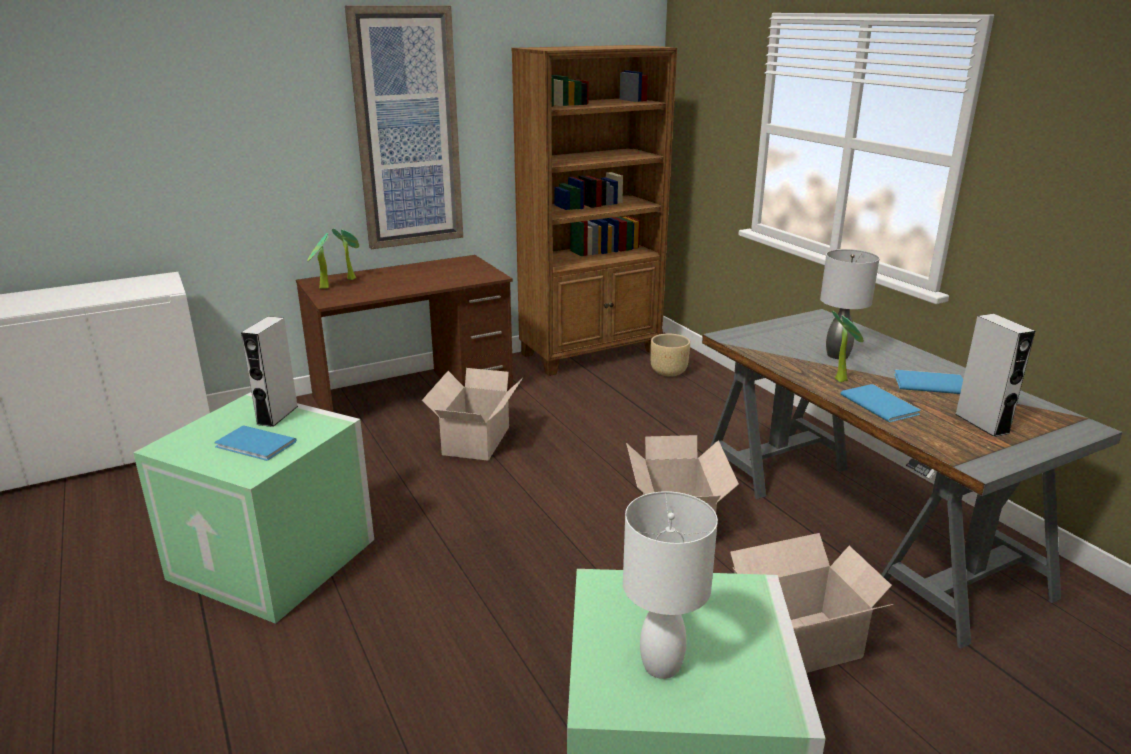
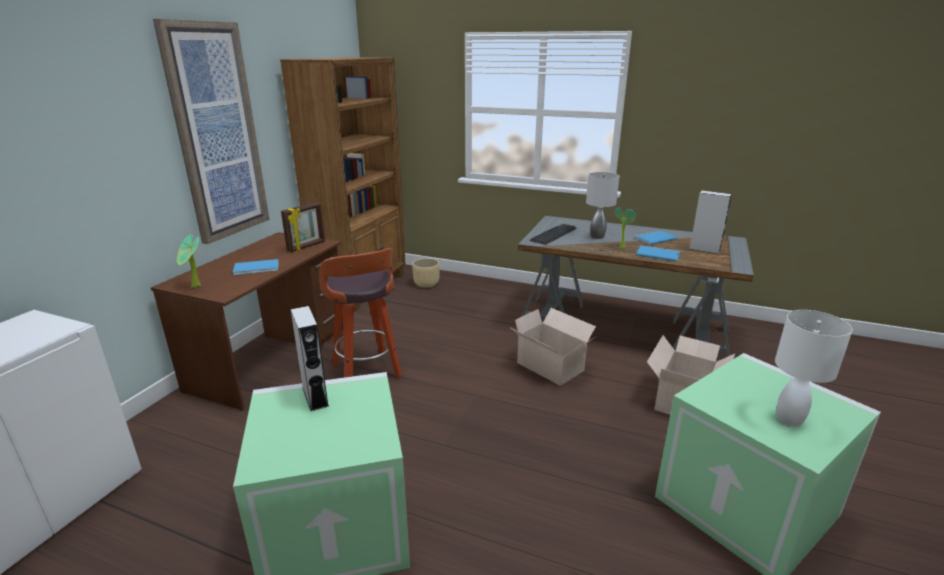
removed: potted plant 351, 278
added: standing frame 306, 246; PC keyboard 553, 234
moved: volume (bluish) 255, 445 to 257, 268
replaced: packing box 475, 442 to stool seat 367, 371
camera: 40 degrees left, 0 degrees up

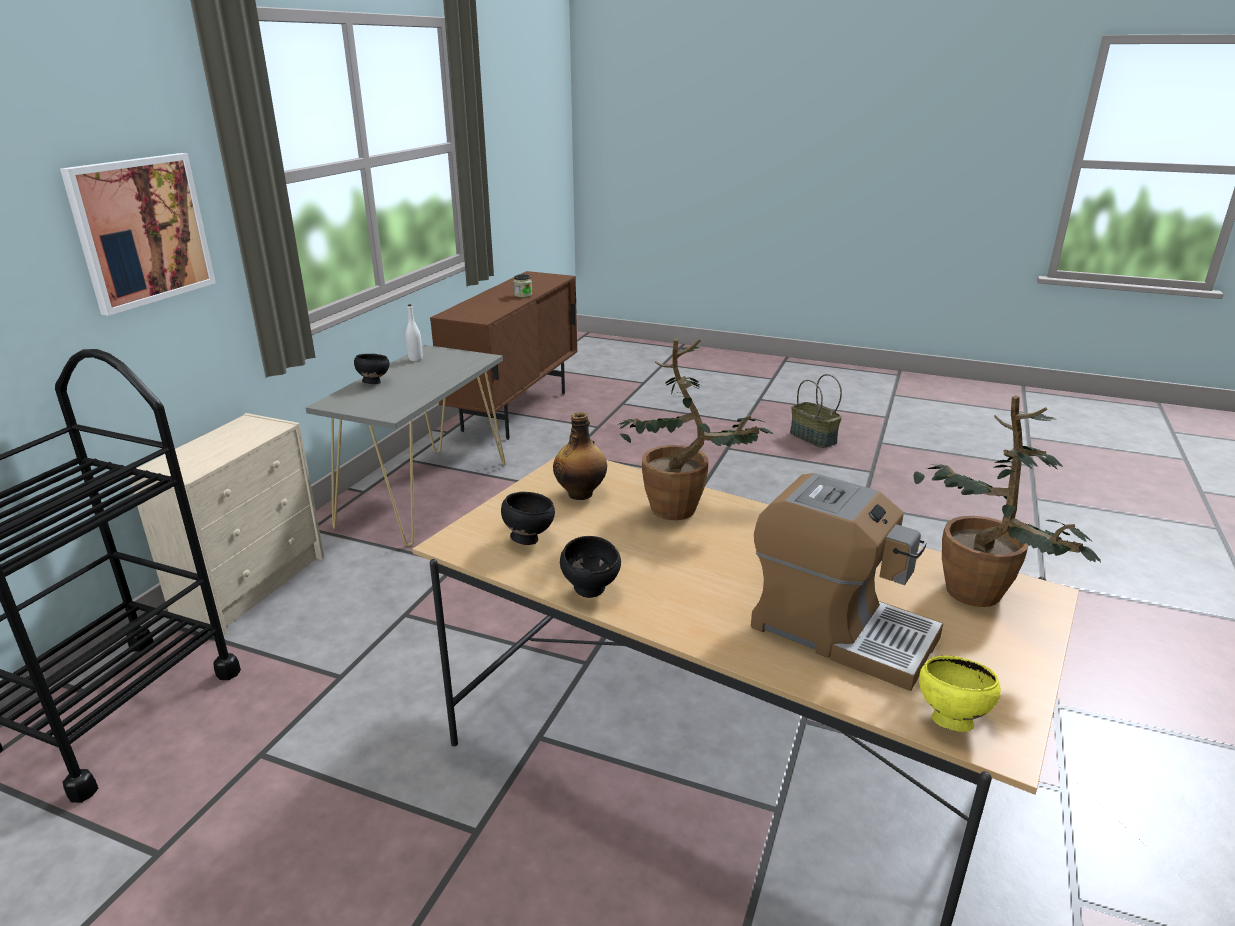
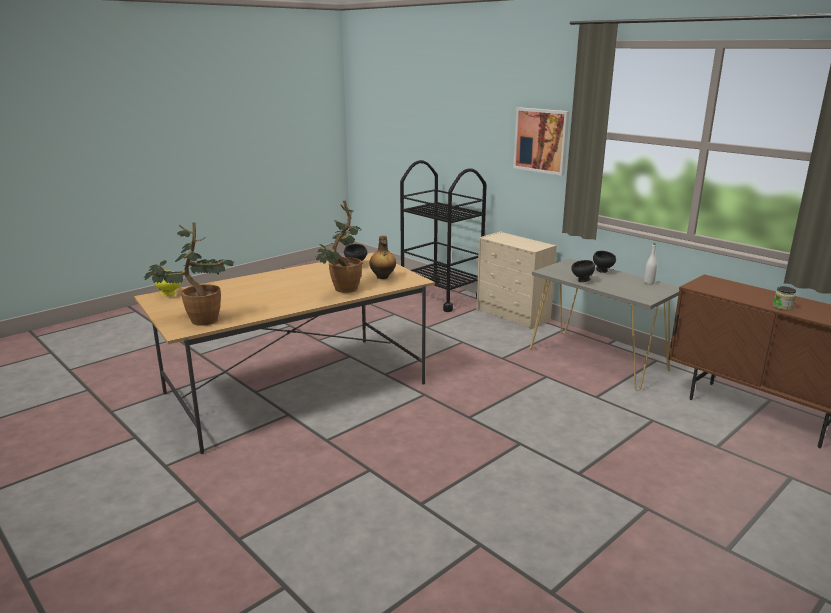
removed: coffee maker 839, 631; household basket 812, 438
moved: bowl (blackish) 591, 591 to 582, 281
camera: 115 degrees right, 5 degrees down

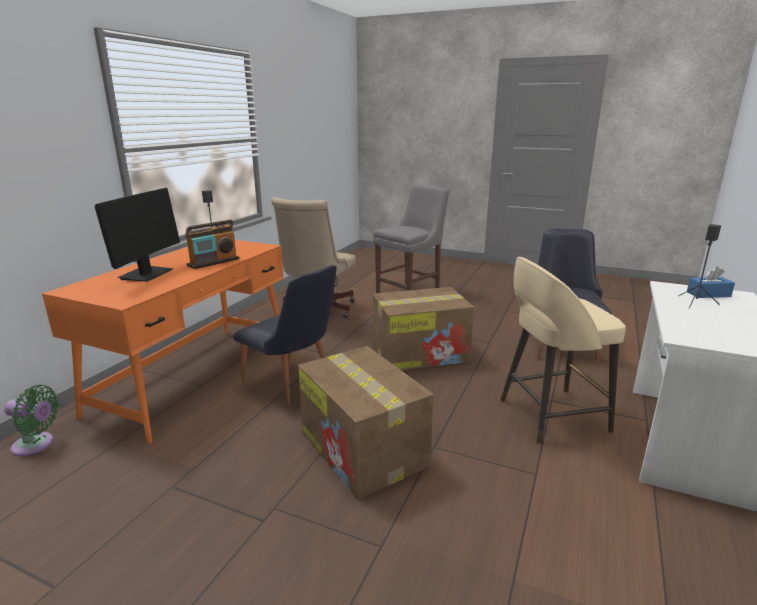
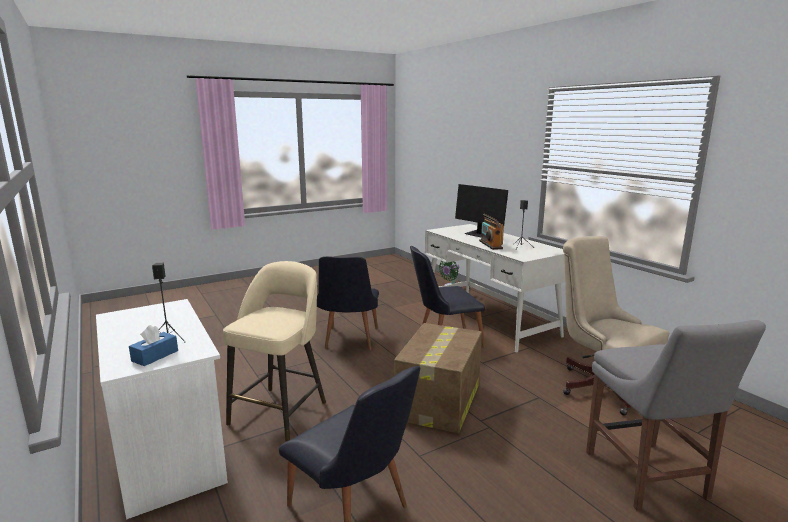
replaced: packing box 364, 450 to upright chair (blackish) 349, 341
recoloured: desk table (orange) 196, 376 to desk table (whitish) 488, 318
camera: 125 degrees right, 5 degrees down

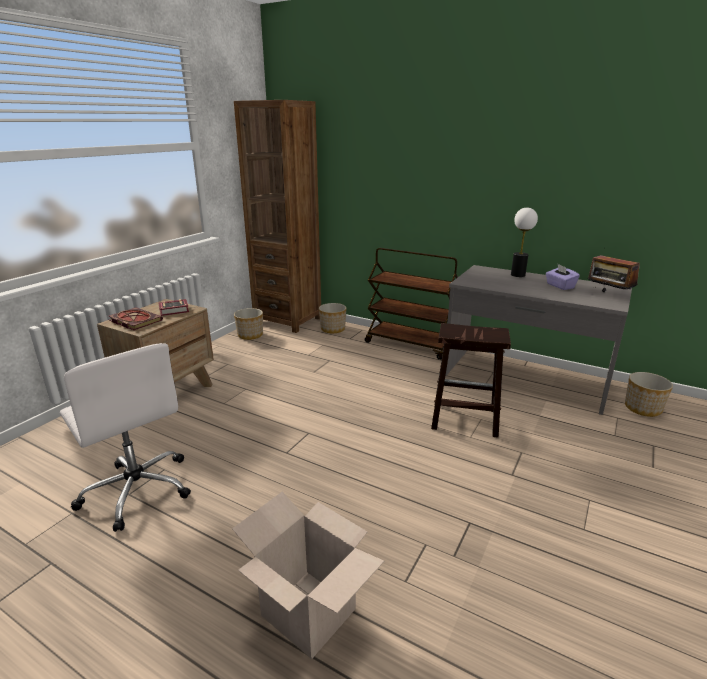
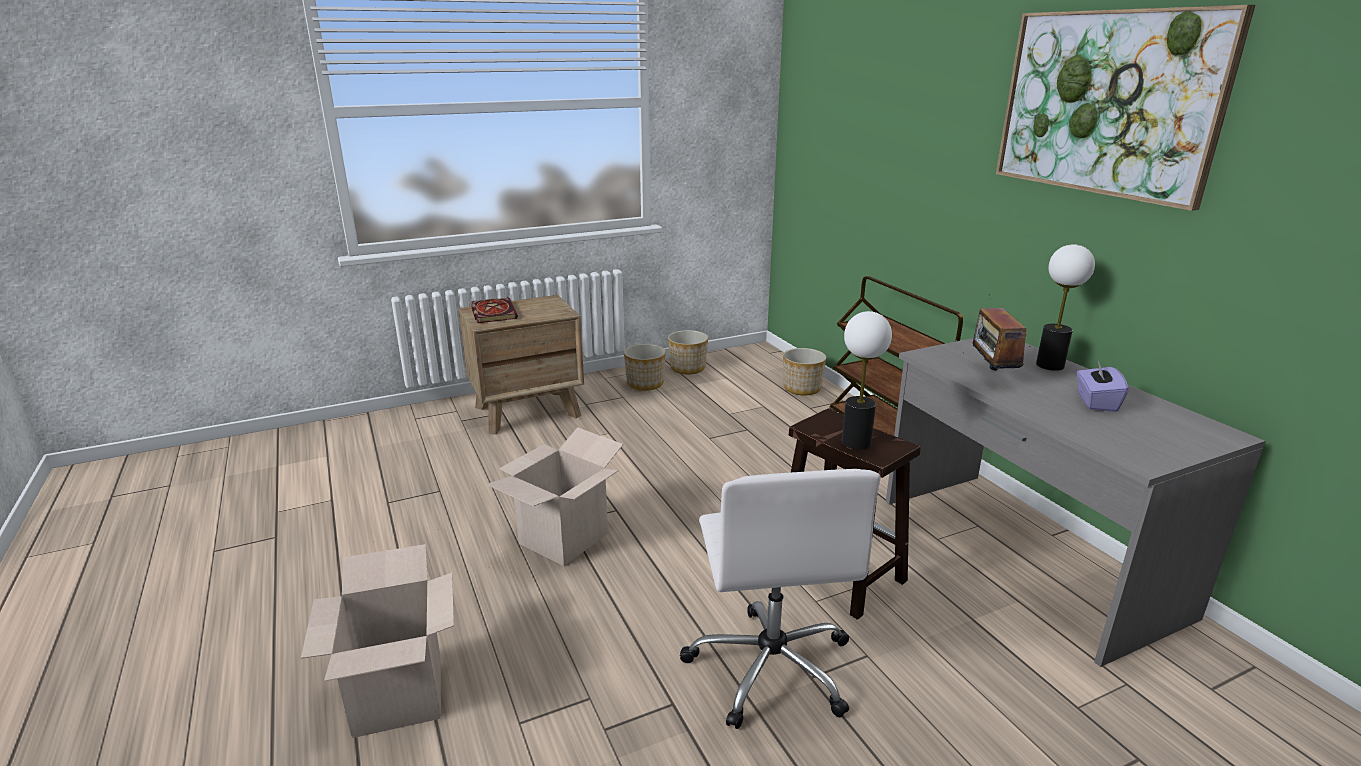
removed: volume 175, 310; shelving unit (brown-coloured) 288, 320
added: packing box 563, 539; lamp for a table 855, 442; wall picture 1107, 103
moved: planter 642, 408 to 645, 384; office chair (whitish) 137, 489 to 770, 666; radio receiver 608, 295 to 991, 375
camera: 35 degrees right, 0 degrees up

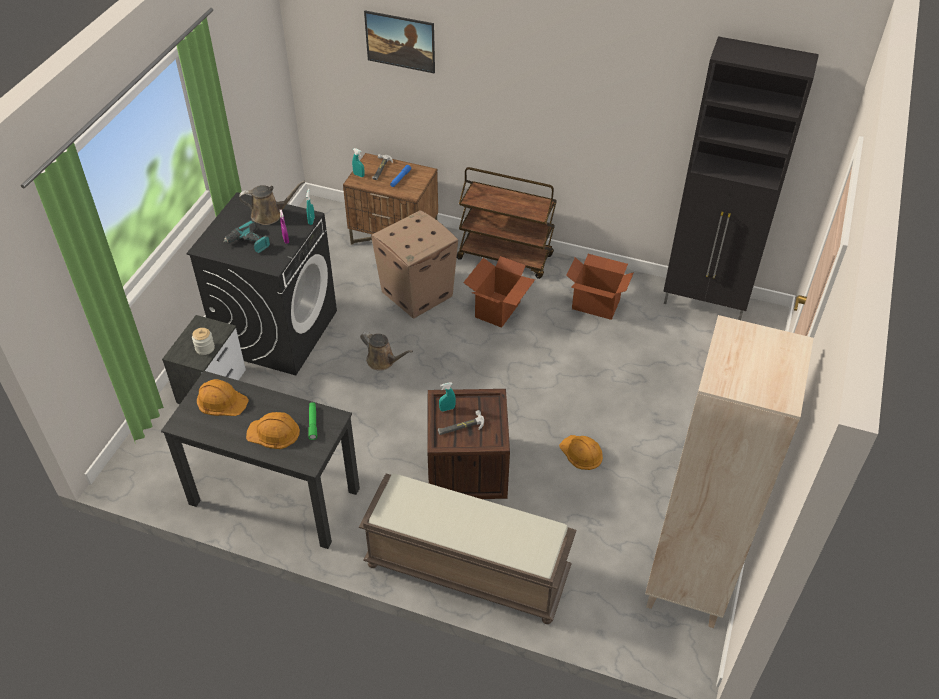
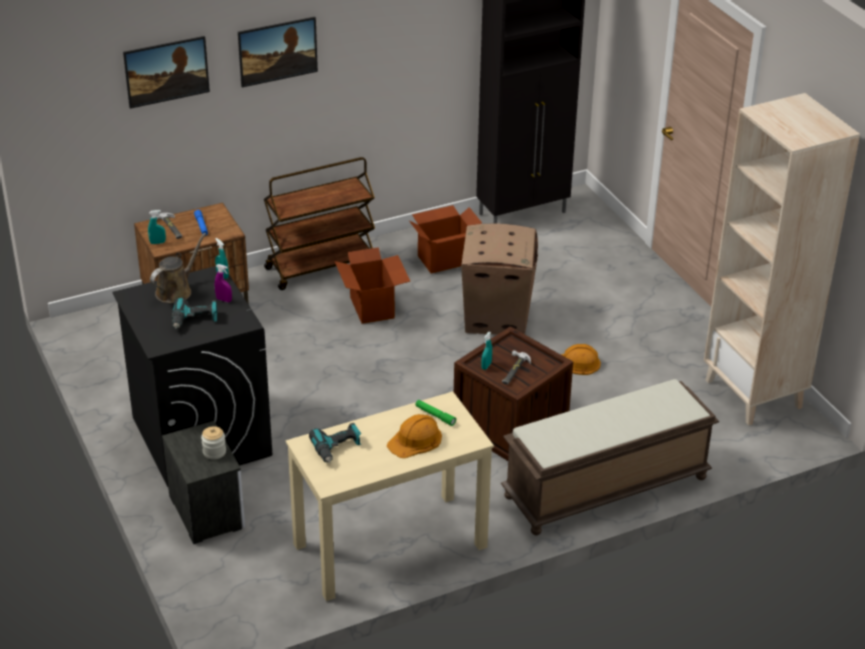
removed: watering can (brown-coloured) 383, 361
added: wall picture 278, 65
moved: packing box 418, 293 to 496, 316
replaced: safety helmet (orange) 221, 401 to drill 337, 448
recoloured: desk table (blackish) 274, 496 to desk table (beige-coloured) 389, 546
camera: 45 degrees left, 10 degrees down

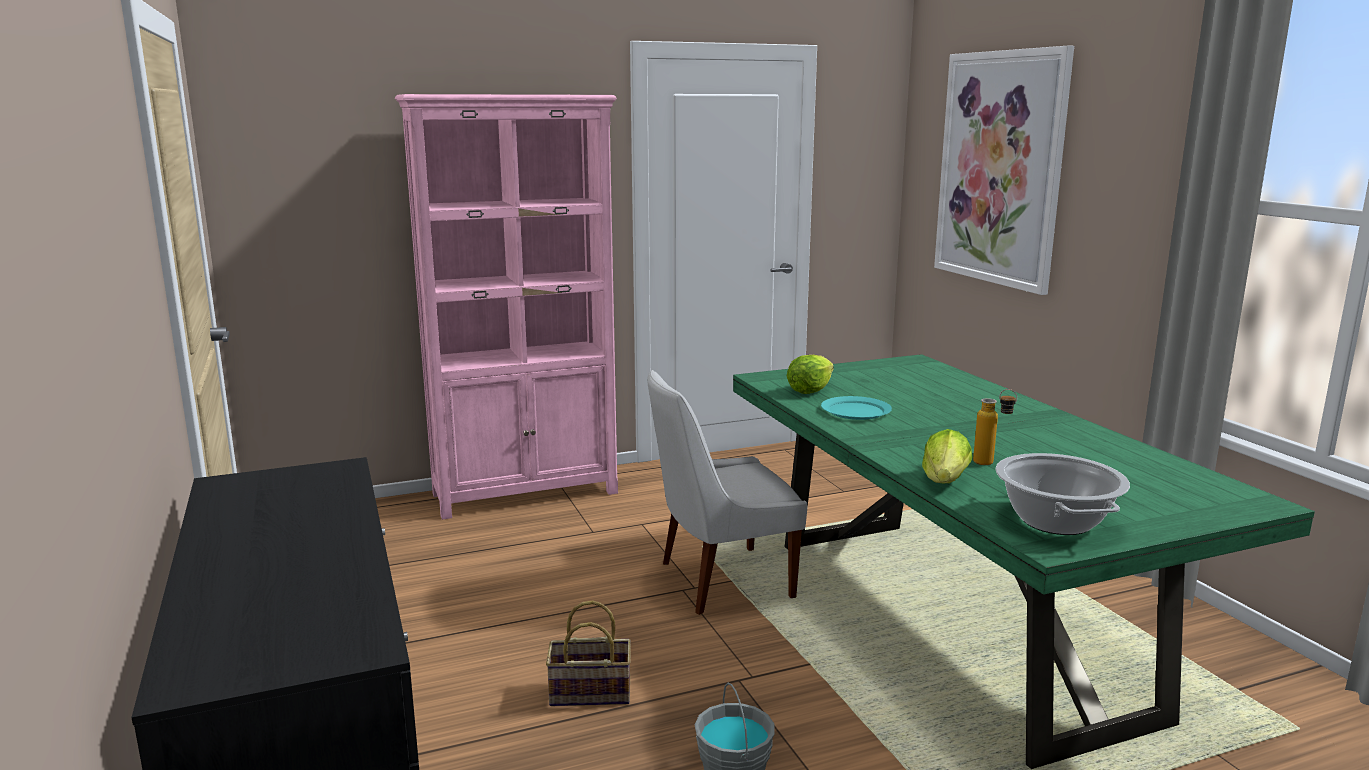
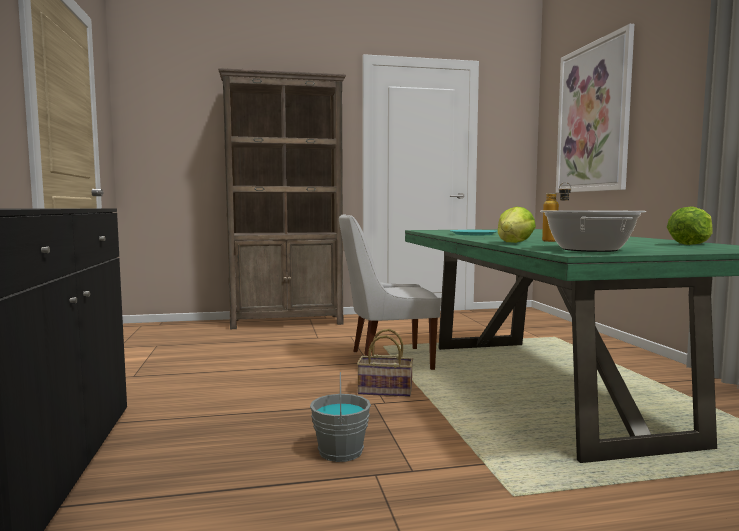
moved: household basket 588, 694 to 383, 391; head of lettuce 809, 390 to 690, 244
recoloured: shelving unit (pink-coloured) 526, 493 to shelving unit (brown-coloured) 287, 322
camera: 10 degrees right, 10 degrees down

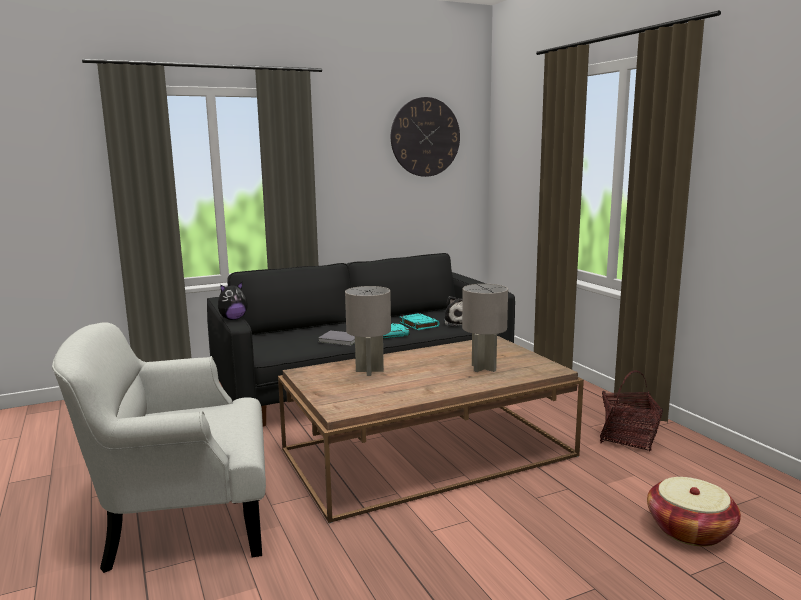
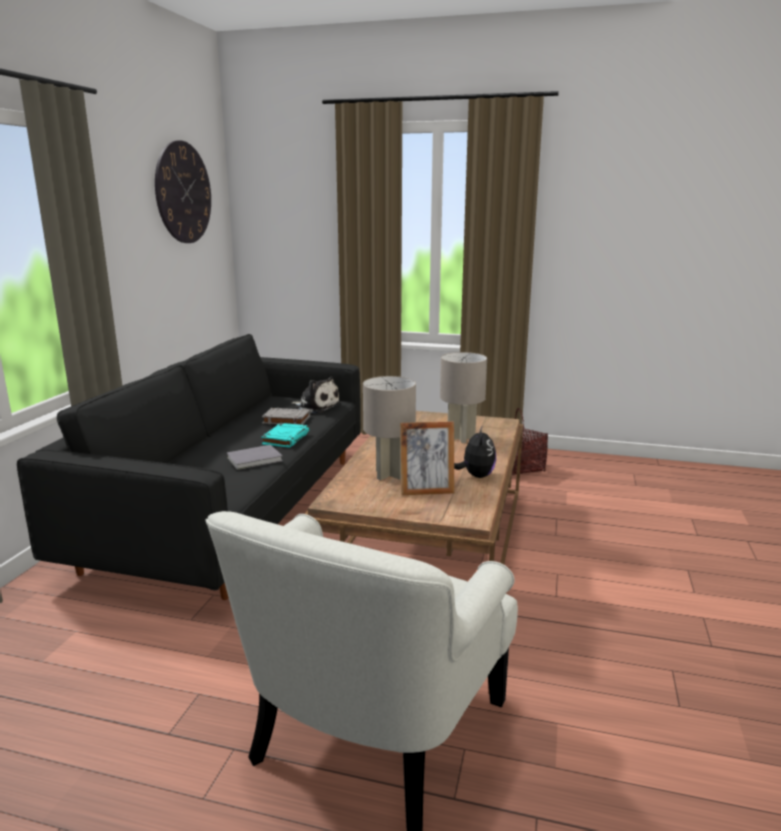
removed: household basket 689, 530
added: standing frame 427, 491
moved: cuddly toy 233, 319 to 476, 476
recoloured: volume (turquoise) 418, 324 to volume (grey) 286, 420
camera: 50 degrees left, 5 degrees up

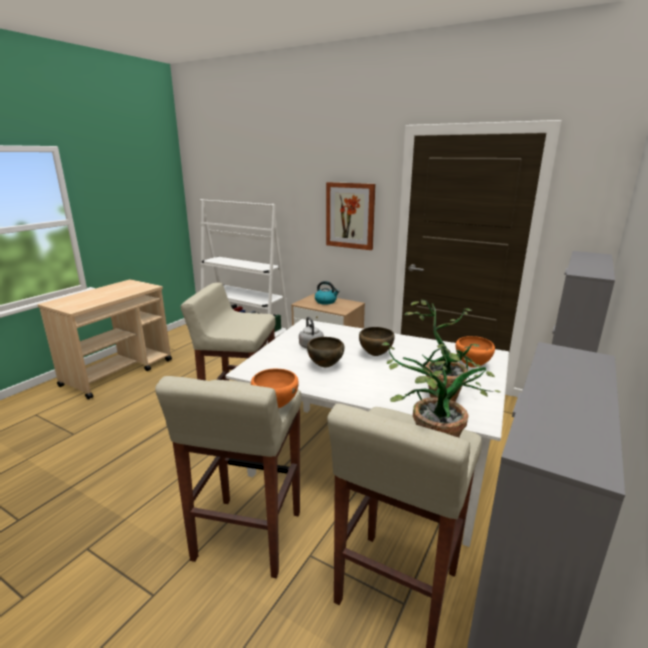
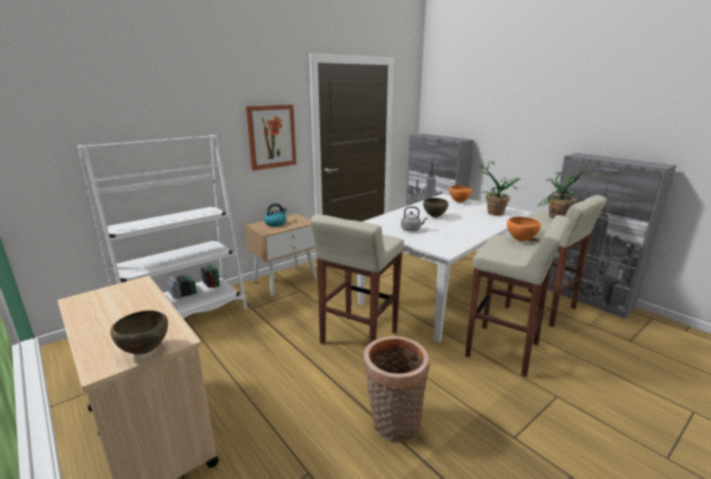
added: household basket 393, 425
moved: bowl (brown-coloured) 325, 366 to 144, 351
camera: 70 degrees left, 0 degrees up

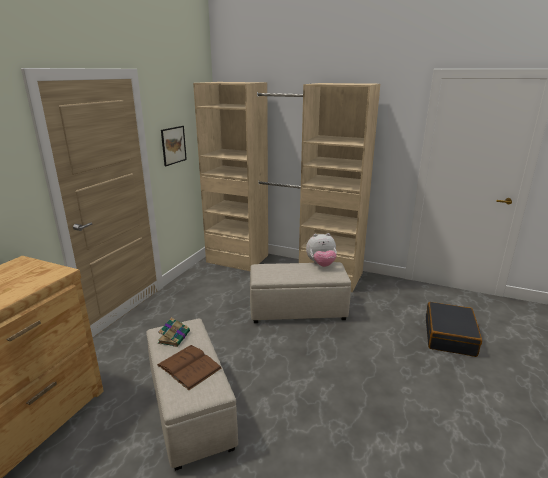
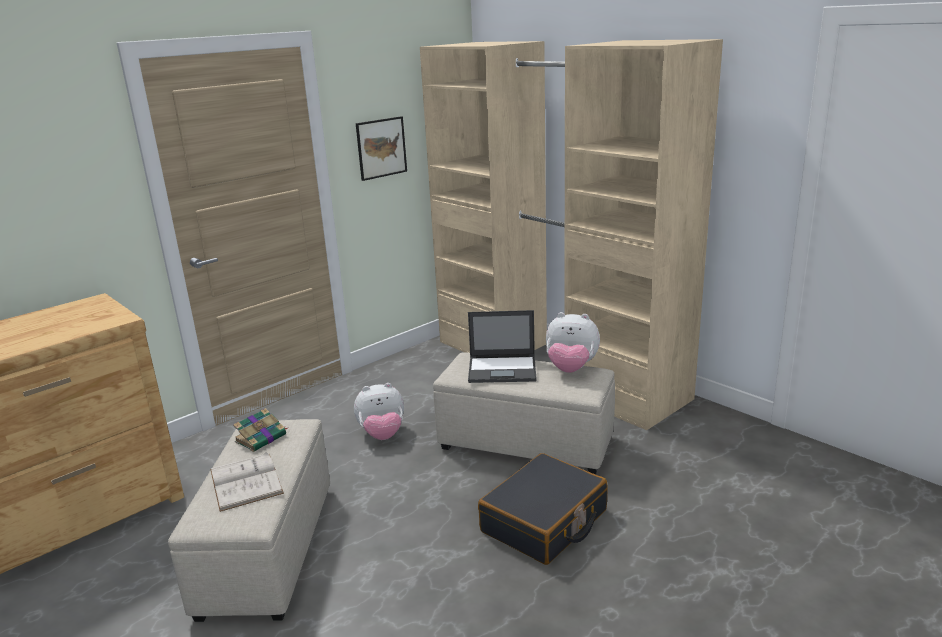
added: cuddly toy 382, 435; portable computer 503, 369
moved: travel case (blackish) 450, 336 to 544, 522
recoloured: volume (brown-coloured) 189, 366 to volume (whitish) 246, 481
camera: 25 degrees right, 0 degrees up

